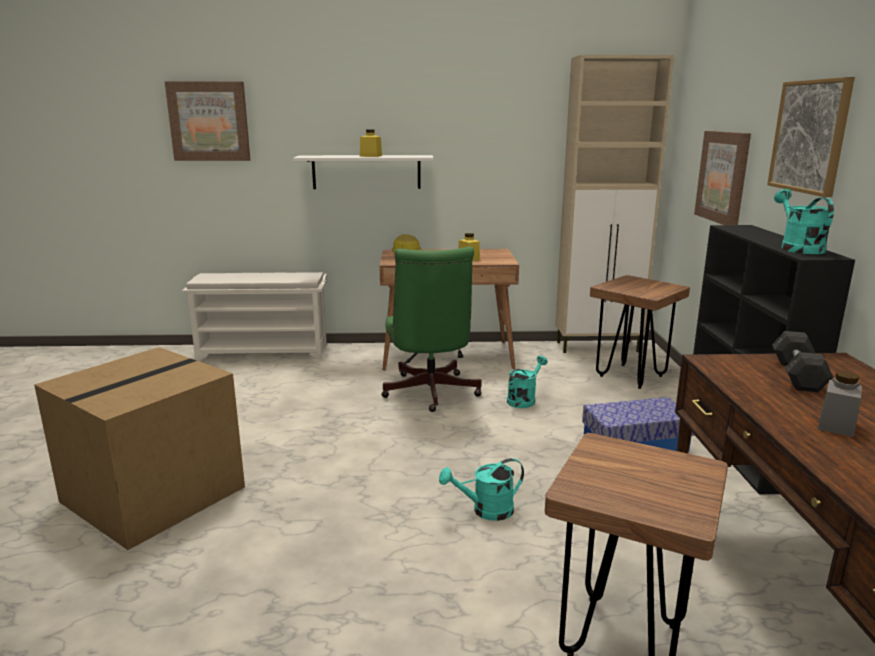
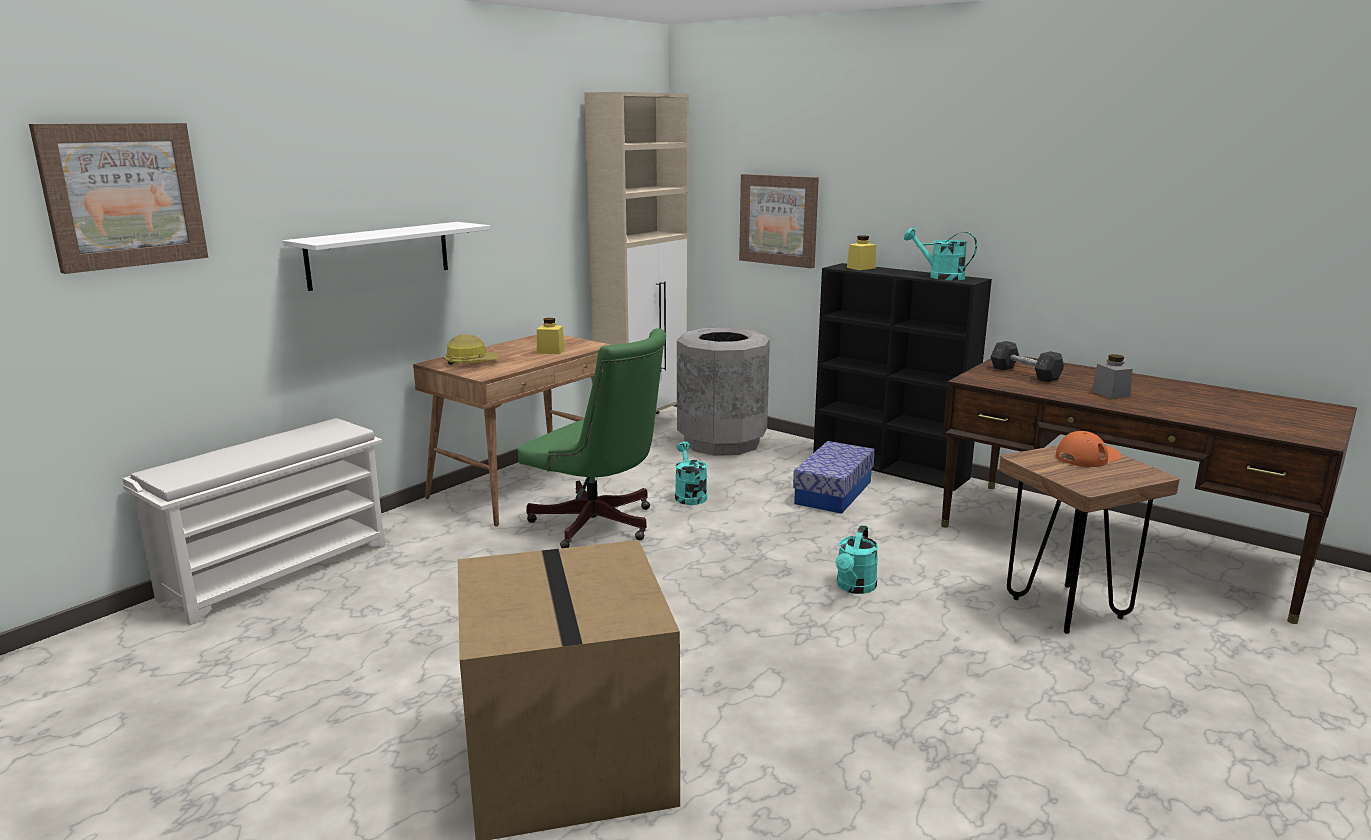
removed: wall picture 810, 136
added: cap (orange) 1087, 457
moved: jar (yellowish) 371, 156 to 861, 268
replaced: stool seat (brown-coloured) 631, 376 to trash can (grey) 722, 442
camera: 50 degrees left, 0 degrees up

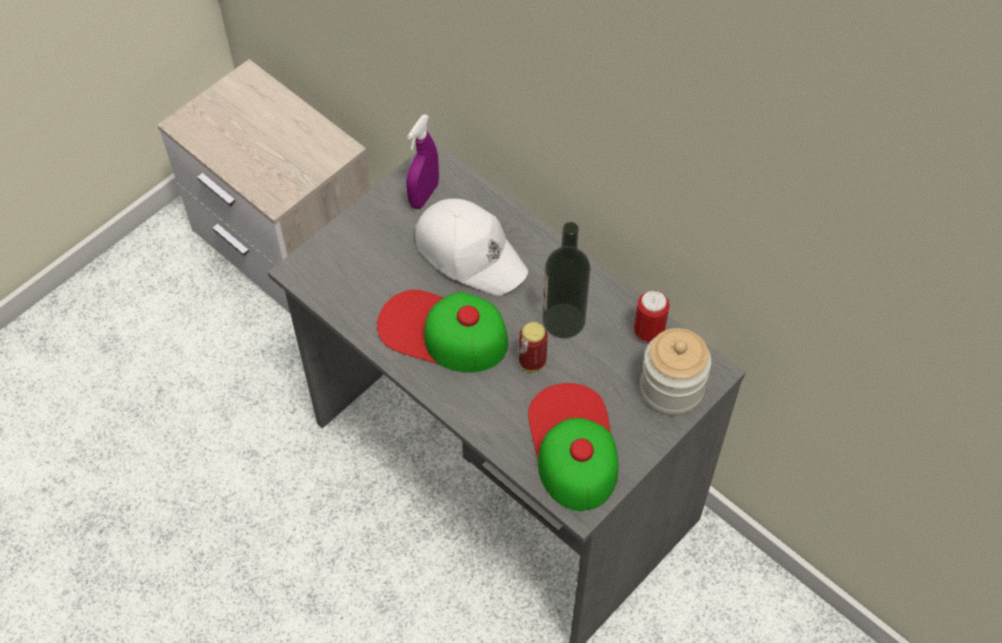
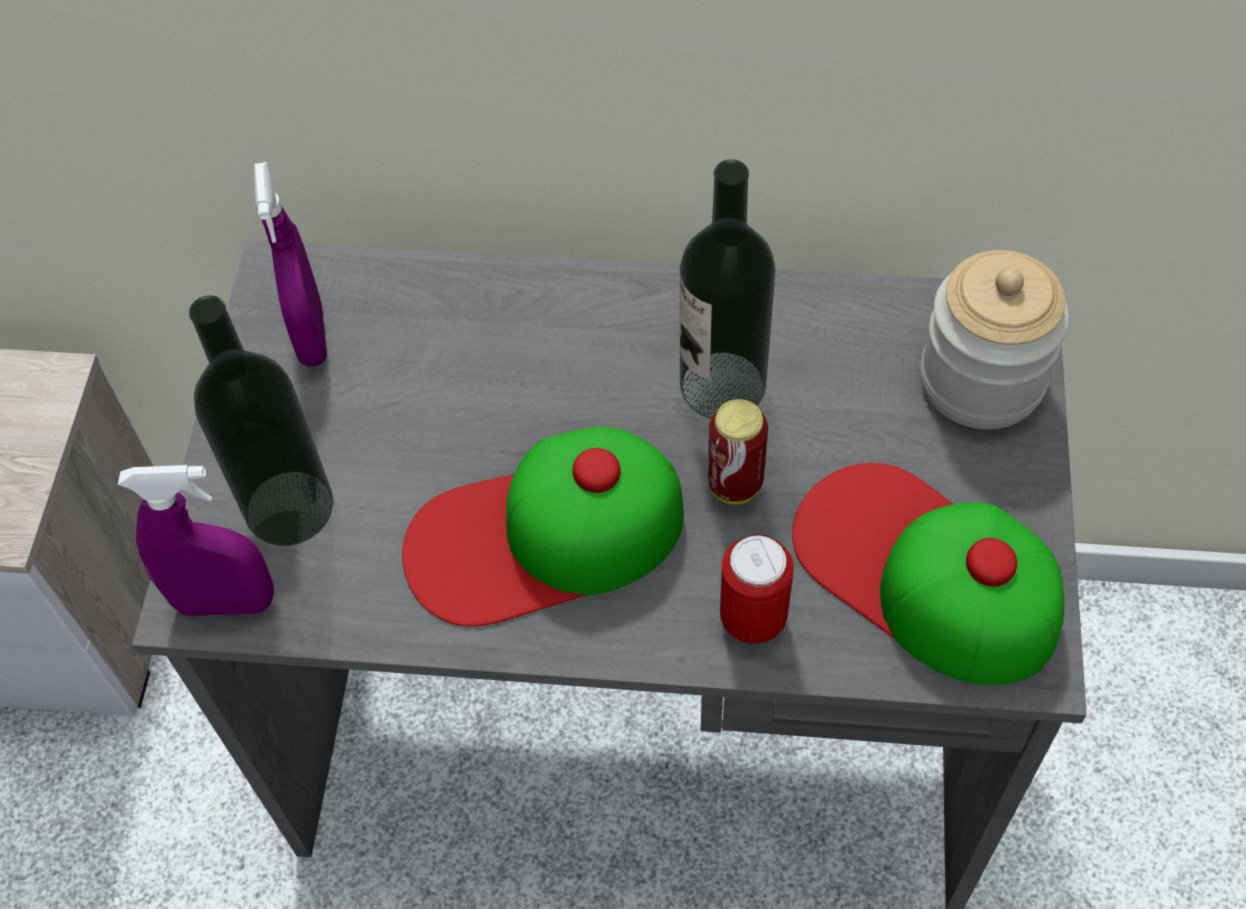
removed: cap (whitish) 470, 253
added: hand sprayer (purplish) 226, 603; bottle 289, 508
moved: can 648, 332 to 753, 619
camera: 35 degrees left, 0 degrees up

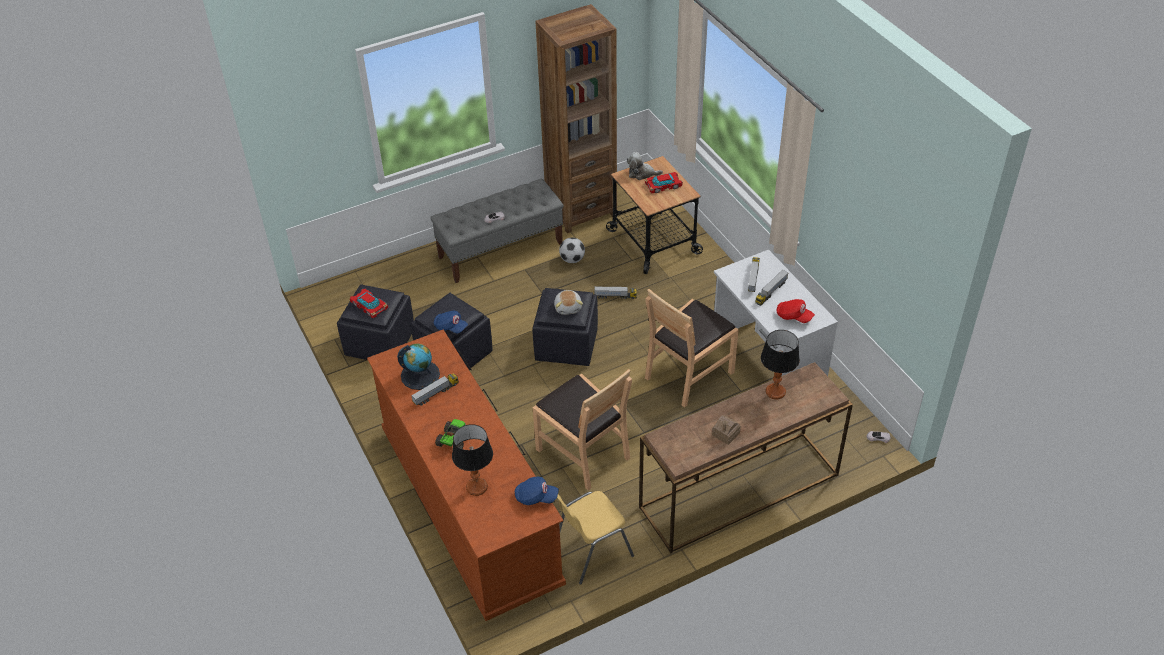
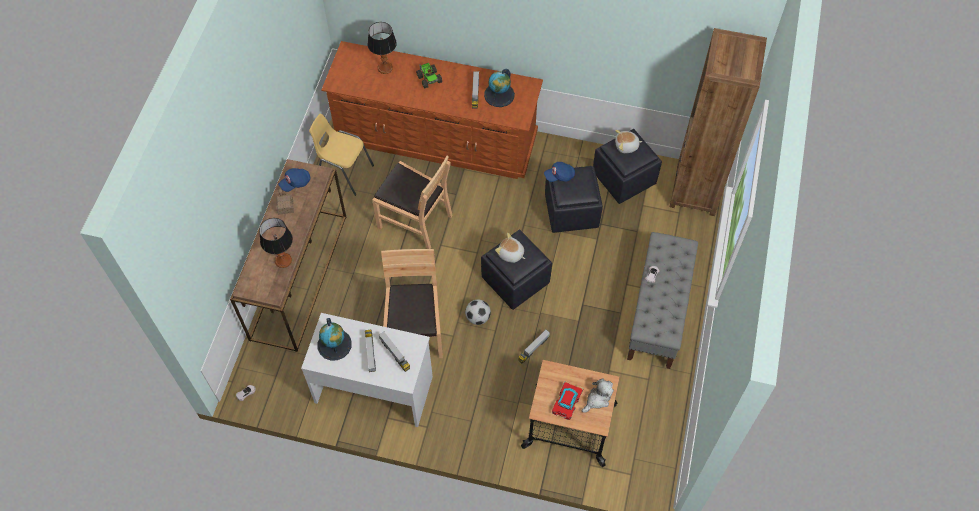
moved: cap (bluish) 536, 497 to 295, 183; football ball 572, 260 to 478, 317; shelving unit (brown-coloured) 581, 210 to 696, 189
replaced: cap (reddish) 793, 316 to globe 334, 344; miniature car 369, 306 to cuddly toy 626, 146
turned: upright chair (yellowish) 591, 552 = 344, 172 75 degrees counterclockwise; upright chair (brown-coloured) 583, 452 = 415, 220 150 degrees counterclockwise
camera: 130 degrees right, 15 degrees up

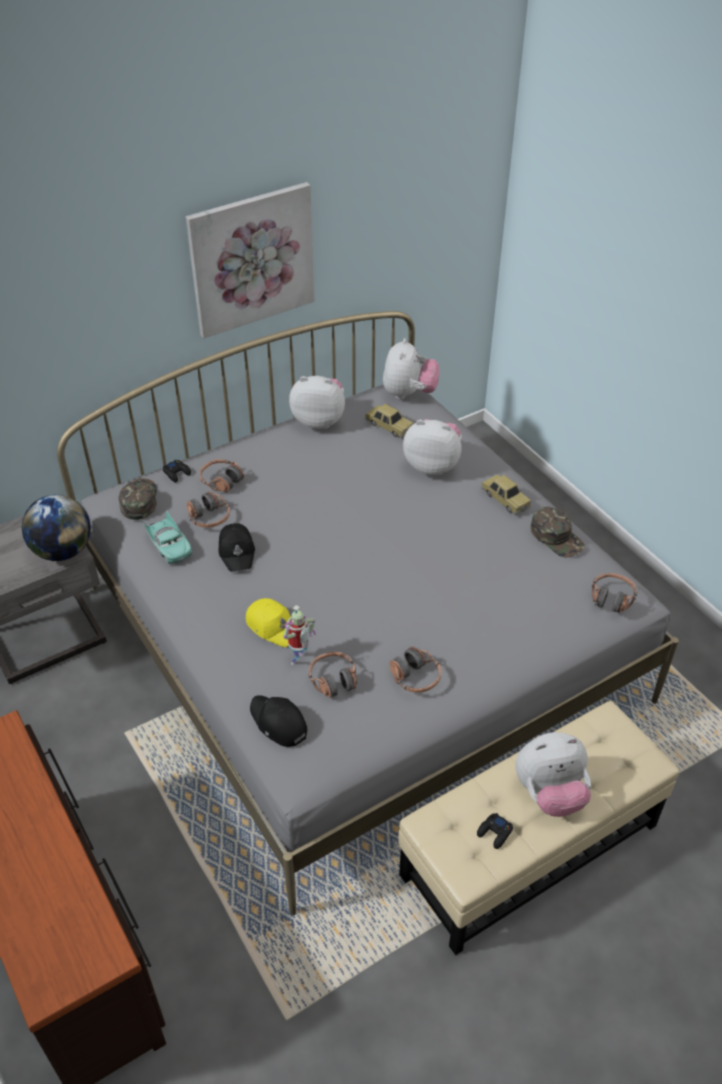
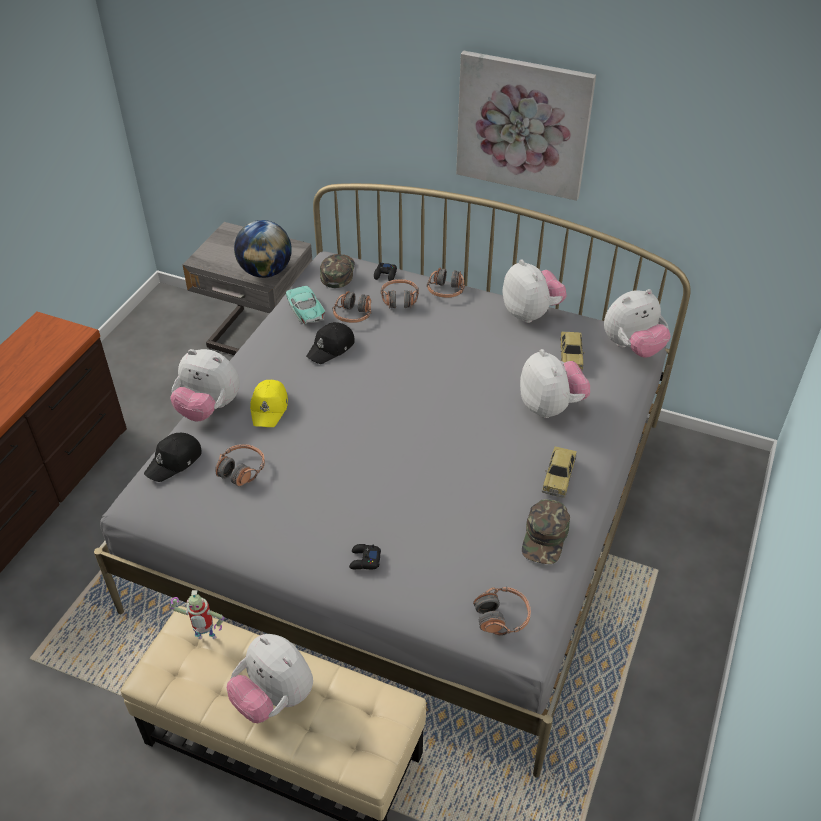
added: cuddly toy 209, 408
moved: model robot 299, 660 to 206, 639; joypad (blackish) 495, 833 to 364, 560; headphones 415, 677 to 446, 291
turned: cap (blackish) 278, 723 = 174, 461 150 degrees counterclockwise; miniature car (turquoise) 169, 545 = 305, 311 135 degrees clockwise; cap (green-coloured) 138, 500 = 337, 272 45 degrees counterclockwise
camera: 55 degrees right, 0 degrees up

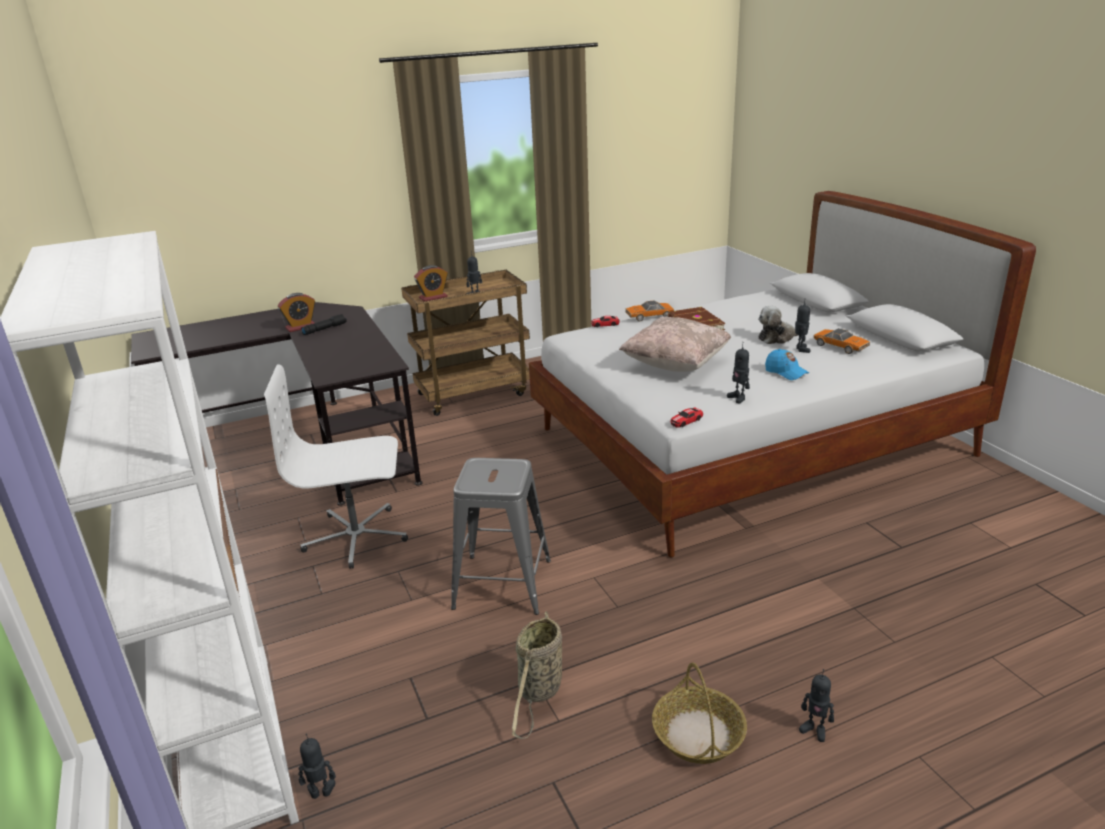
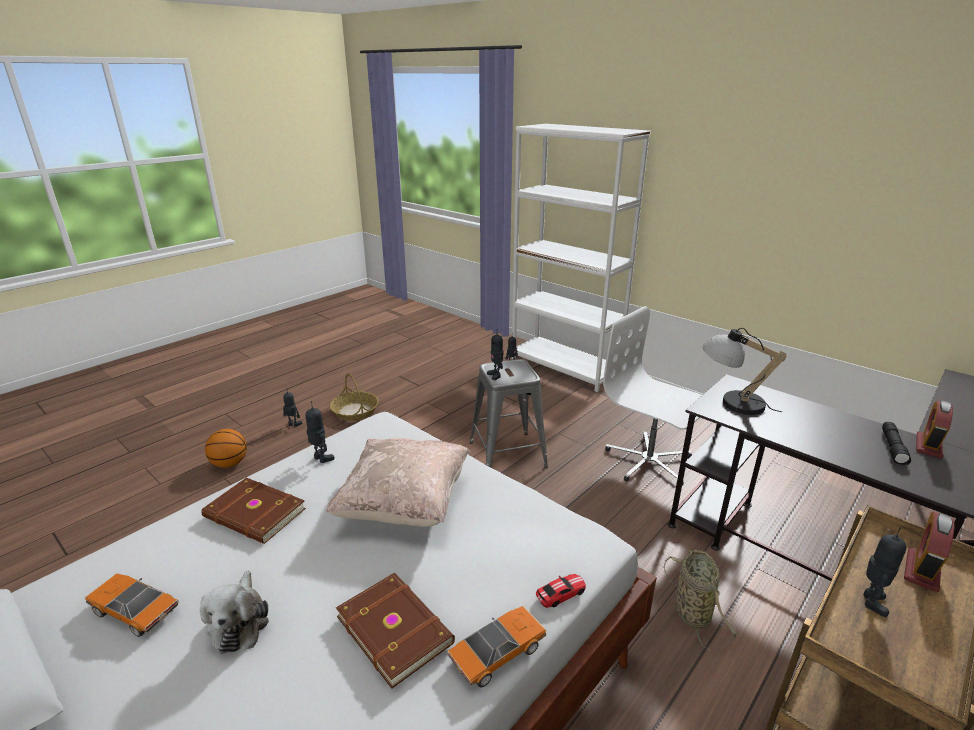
removed: miniature car 686, 421
added: basketball ball 229, 463; lamp for a table 731, 402
moved: model robot 800, 349 to 496, 375; household basket 539, 692 to 690, 611
replaced: cap (bluish) 786, 372 to volume (brown-coloured) 254, 514
turned: cuddly toy 778, 338 = 239, 622 120 degrees clockwise; office chair (whitish) 356, 537 = 649, 462 105 degrees counterclockwise
camera: 155 degrees right, 0 degrees up

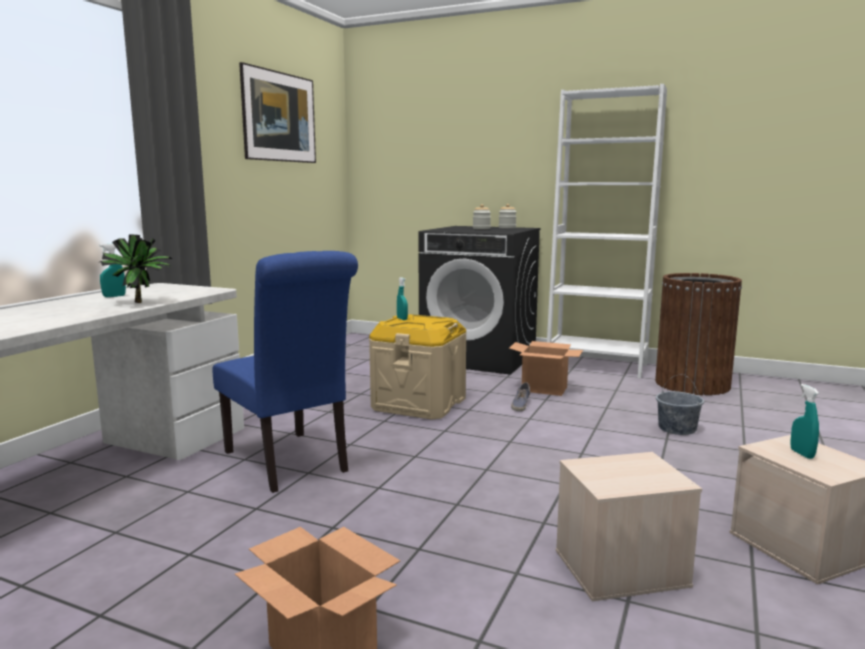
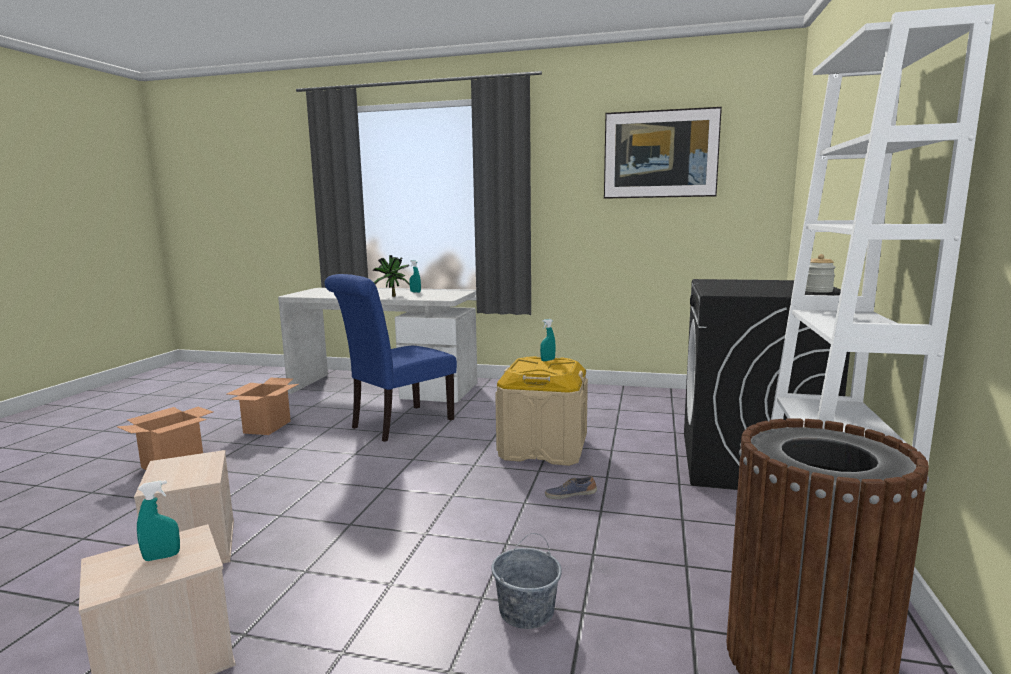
removed: jar 481, 228
moved: packing box 545, 389 to 267, 427
camera: 80 degrees right, 0 degrees up

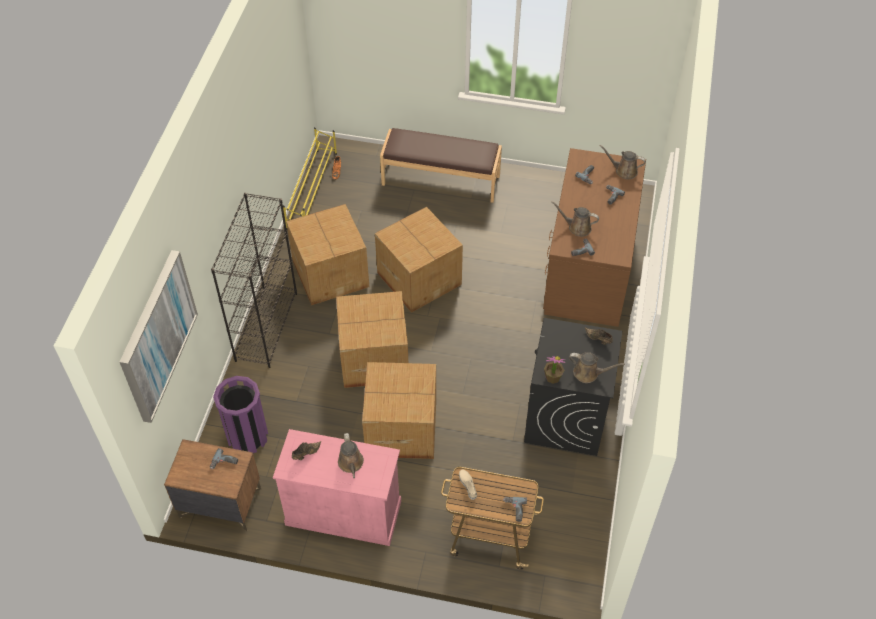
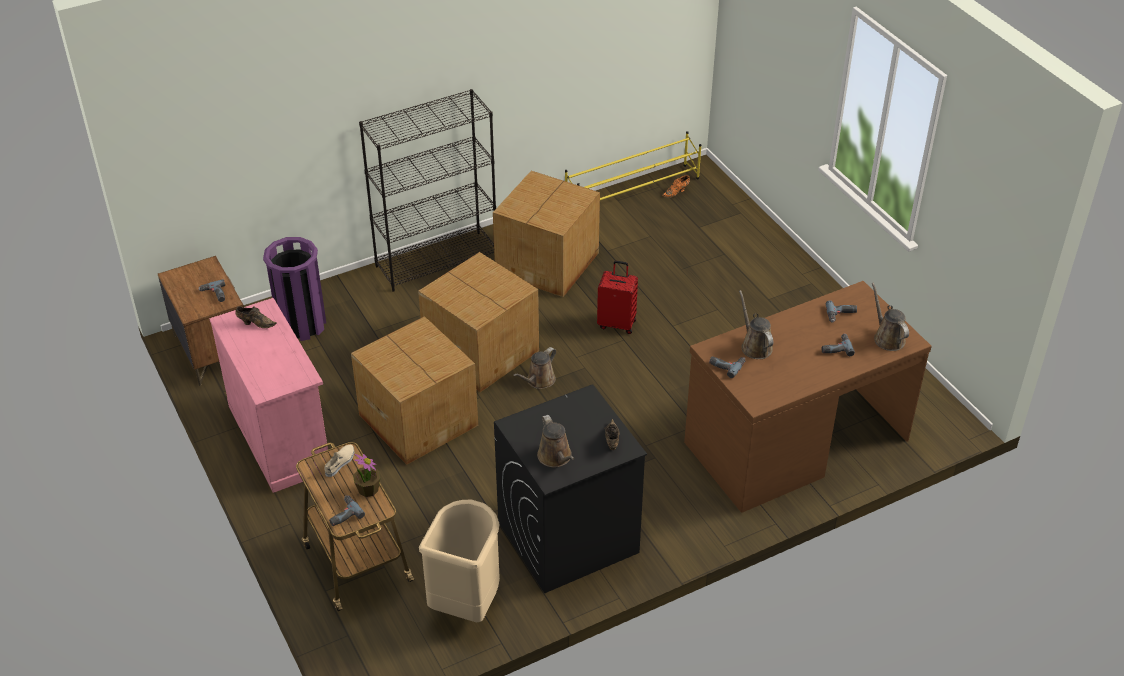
removed: wall picture 157, 335; long seat (brown-coloured) 441, 179
added: trash can (beige-coloured) 466, 603
moved: potted plant 552, 377 to 368, 489; watering can (brown-coloured) 351, 464 to 539, 381
replaced: packing box 419, 277 to travel case (reddish) 617, 323
camera: 50 degrees right, 10 degrees down

